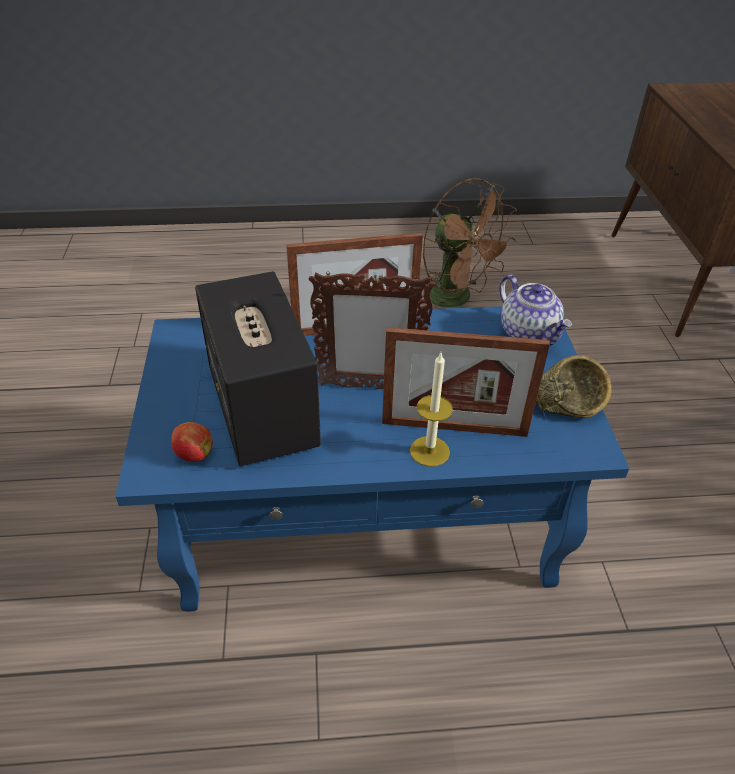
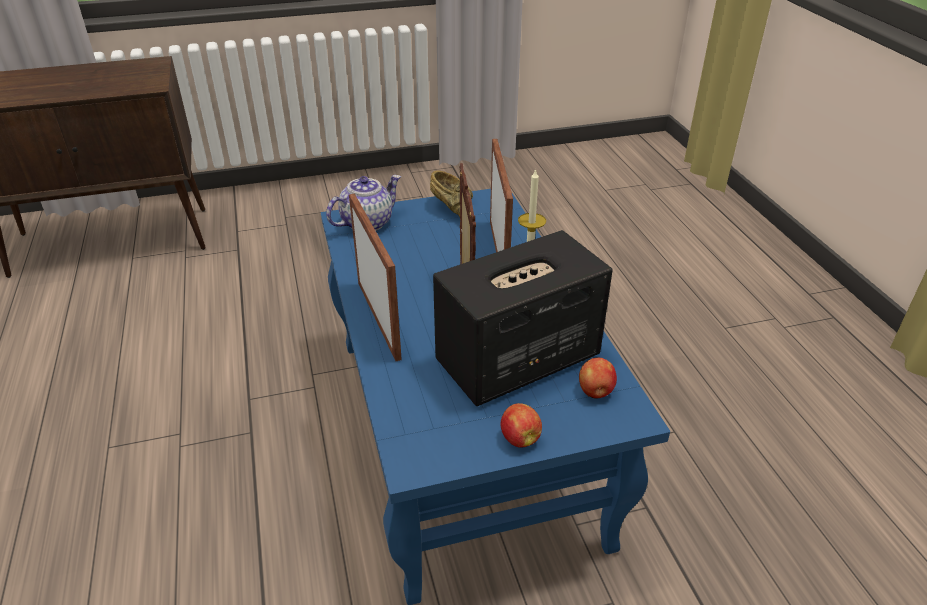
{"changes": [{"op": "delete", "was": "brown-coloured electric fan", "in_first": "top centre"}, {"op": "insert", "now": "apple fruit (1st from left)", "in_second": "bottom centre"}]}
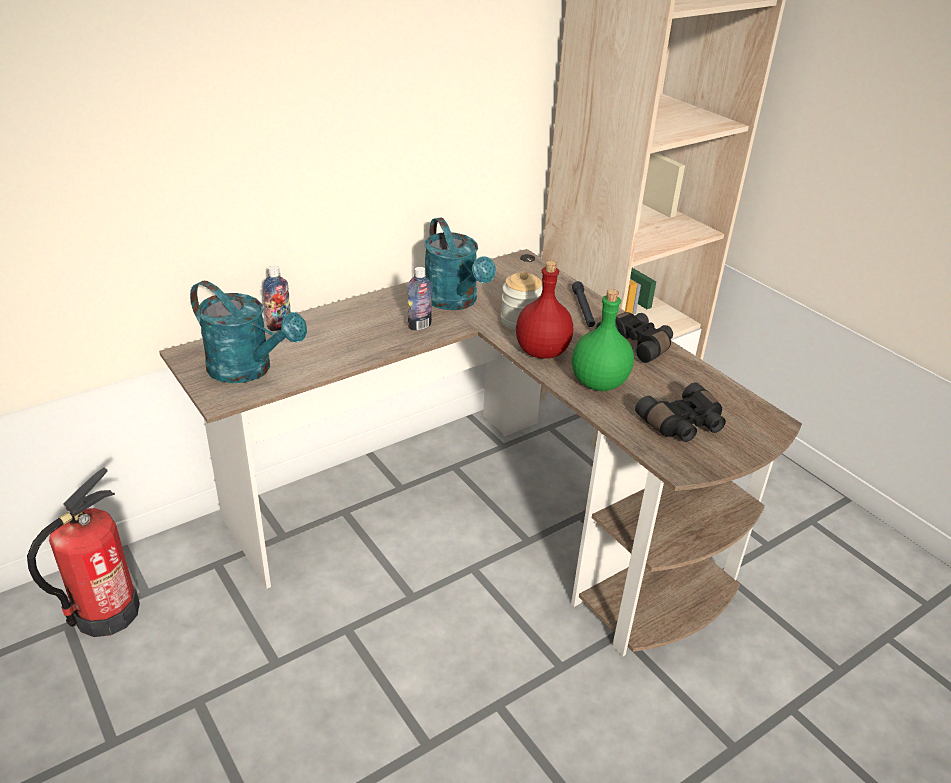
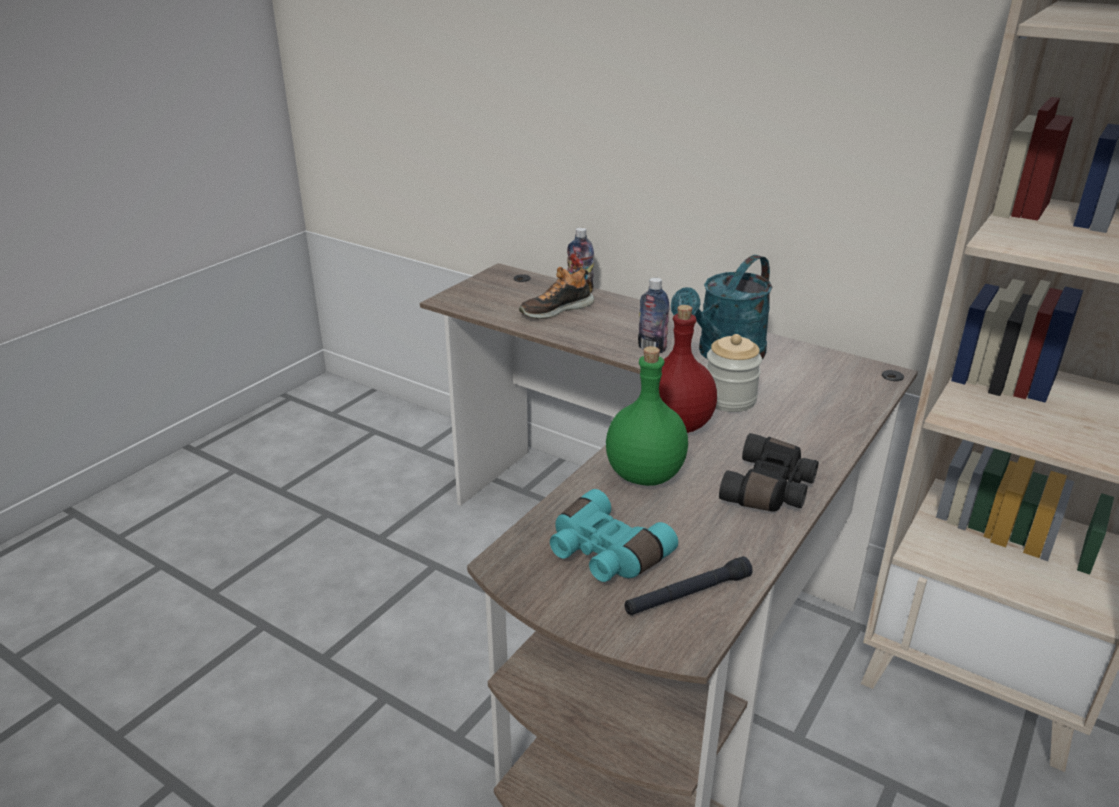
{"changes": [{"op": "delete", "was": "fire-fighting cylinder", "in_first": "bottom left"}, {"op": "delete", "was": "turquoise-coloured sprinkling can (1st from left)", "in_first": "middle left"}, {"op": "move", "was": "blackish hand torch", "in_first": "centre", "in_second": "bottom centre"}, {"op": "recolor", "was": "blackish binoculars (2nd from left)", "now": "turquoise-coloured binoculars", "in_first": "middle right", "in_second": "centre"}, {"op": "insert", "now": "low shoe", "in_second": "centre"}]}
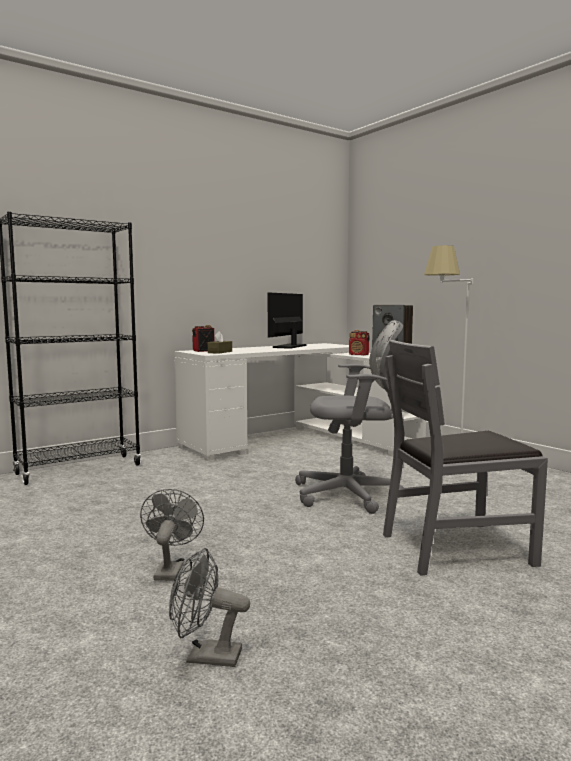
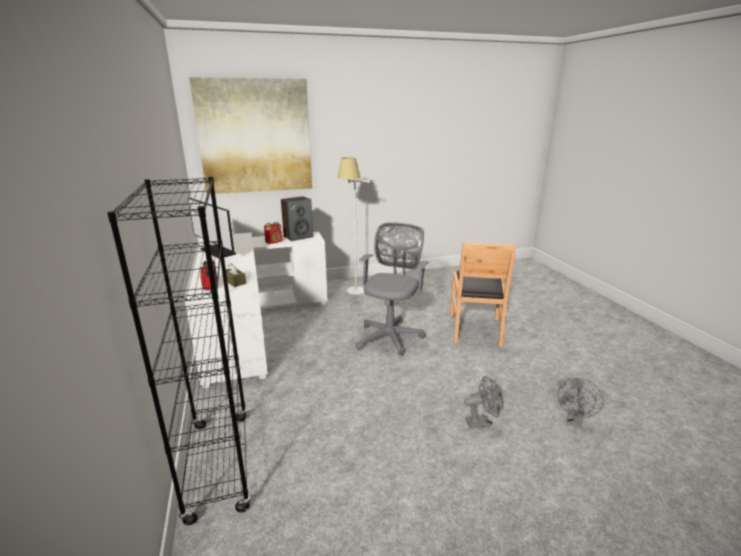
{"changes": [{"op": "rotate", "was": "gray electric fan (1st from left)", "in_first": "bottom left", "in_second": "bottom centre", "clockwise": 150}, {"op": "recolor", "was": "gray upright chair", "now": "brown-coloured upright chair", "in_first": "middle right", "in_second": "centre"}, {"op": "insert", "now": "wall picture", "in_second": "top centre"}]}
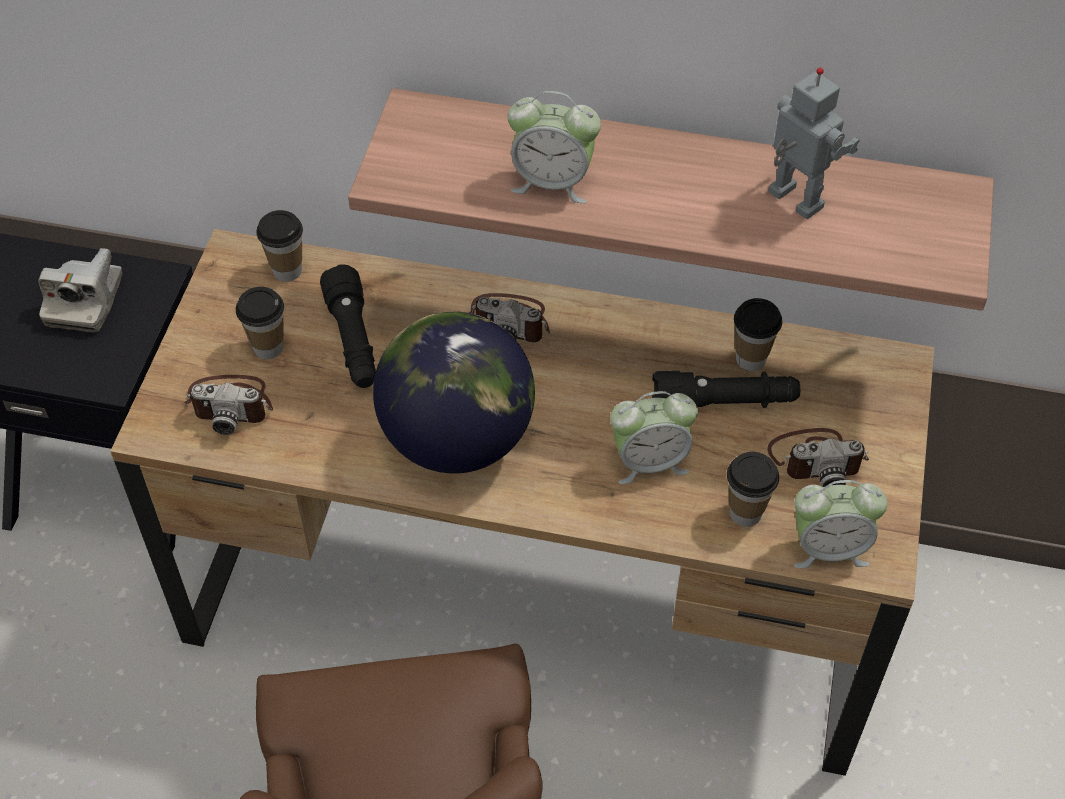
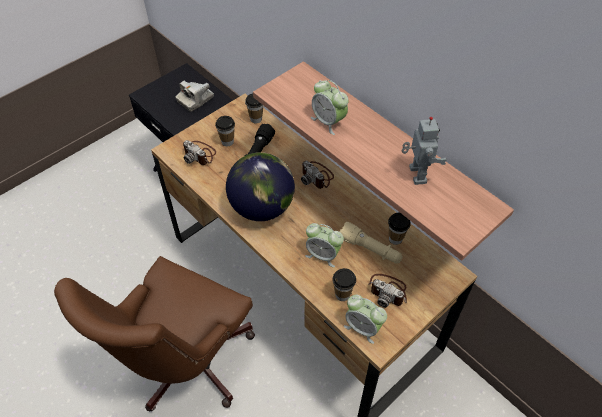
{"changes": [{"op": "recolor", "was": "blackish hand torch (2nd from left)", "now": "beige-coloured hand torch", "in_first": "middle right", "in_second": "centre"}]}
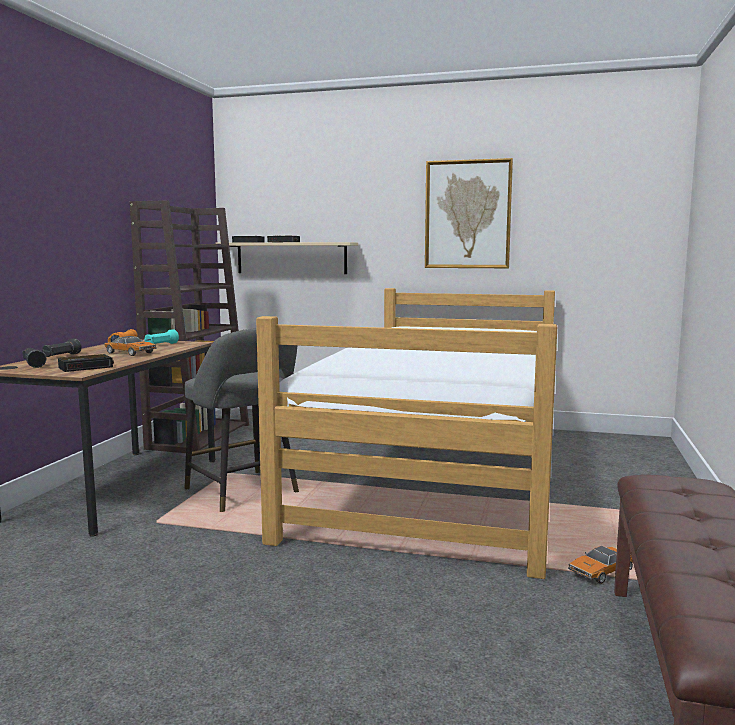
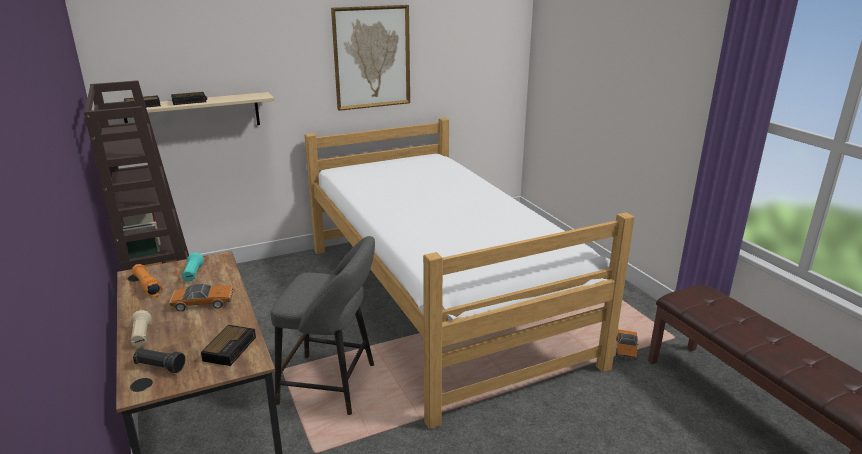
{"changes": [{"op": "recolor", "was": "blackish hand torch (2nd from left)", "now": "beige-coloured hand torch", "in_first": "middle left", "in_second": "bottom left"}]}
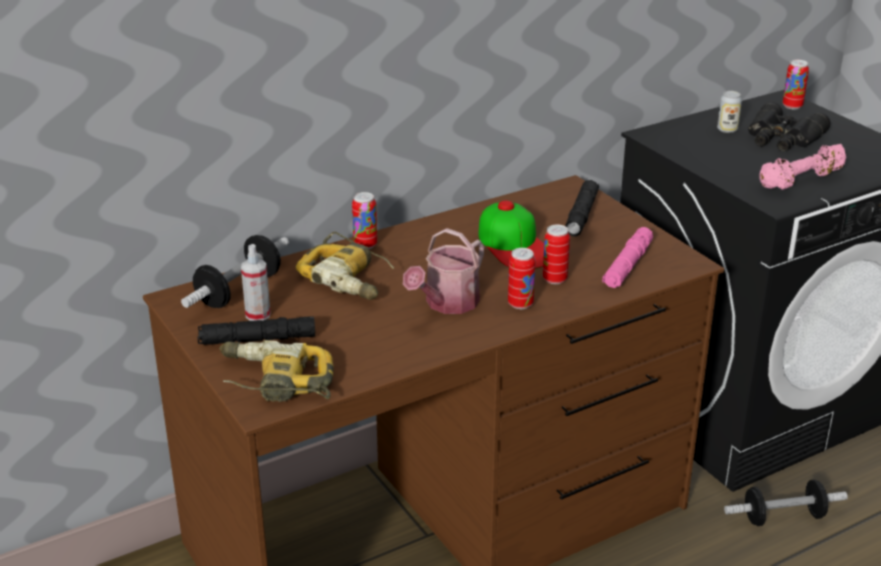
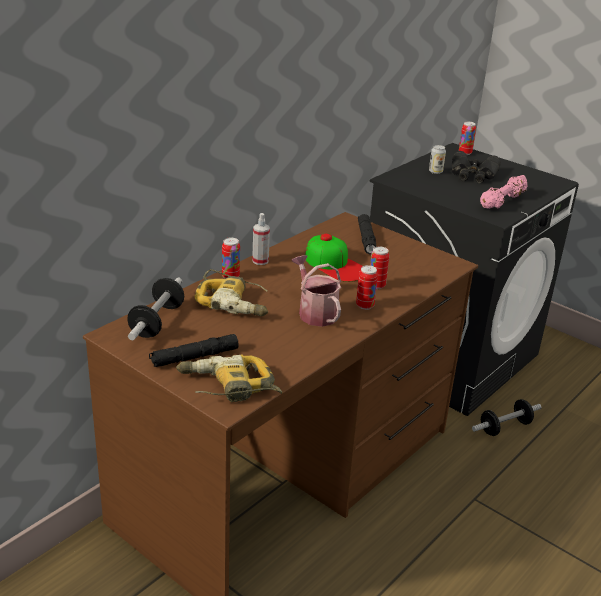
{"changes": [{"op": "move", "was": "sprayer", "in_first": "middle left", "in_second": "centre"}, {"op": "rotate", "was": "sprinkling can", "in_first": "centre", "in_second": "centre", "clockwise": 135}, {"op": "delete", "was": "pinkish hand torch", "in_first": "middle right"}]}
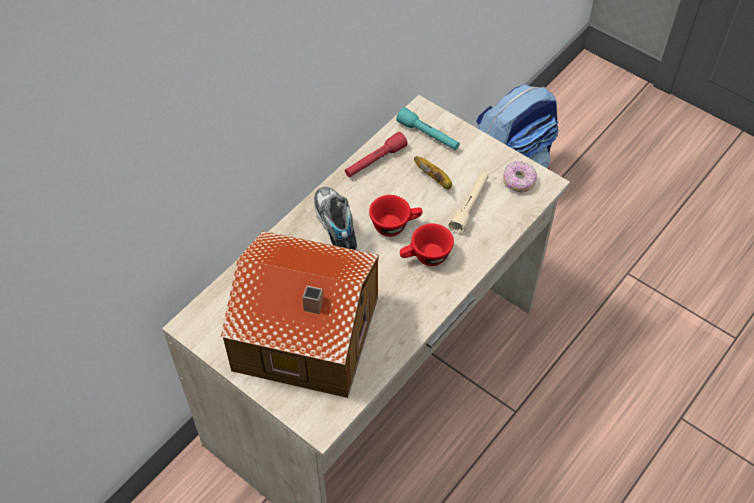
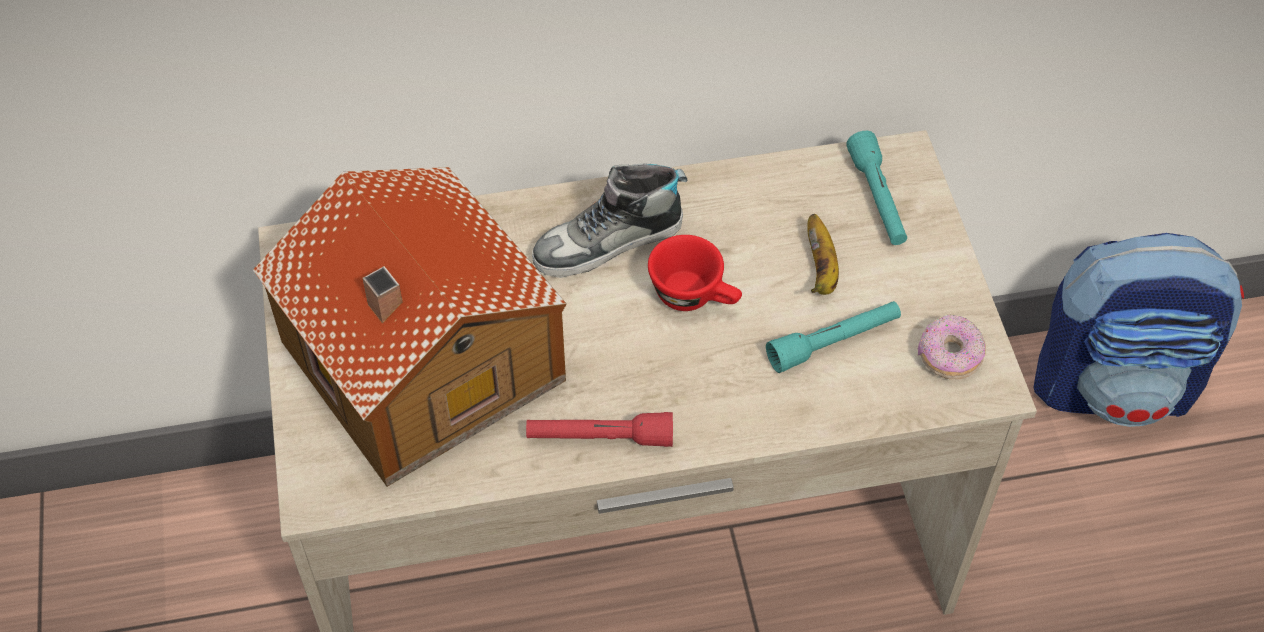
{"changes": [{"op": "rotate", "was": "low shoe", "in_first": "centre", "in_second": "centre", "clockwise": -135}, {"op": "move", "was": "reddish hand torch", "in_first": "top centre", "in_second": "bottom centre"}, {"op": "delete", "was": "reddish small cup (2nd from left)", "in_first": "centre"}, {"op": "recolor", "was": "beige-coloured hand torch", "now": "turquoise-coloured hand torch (1st from left)", "in_first": "centre", "in_second": "centre"}]}
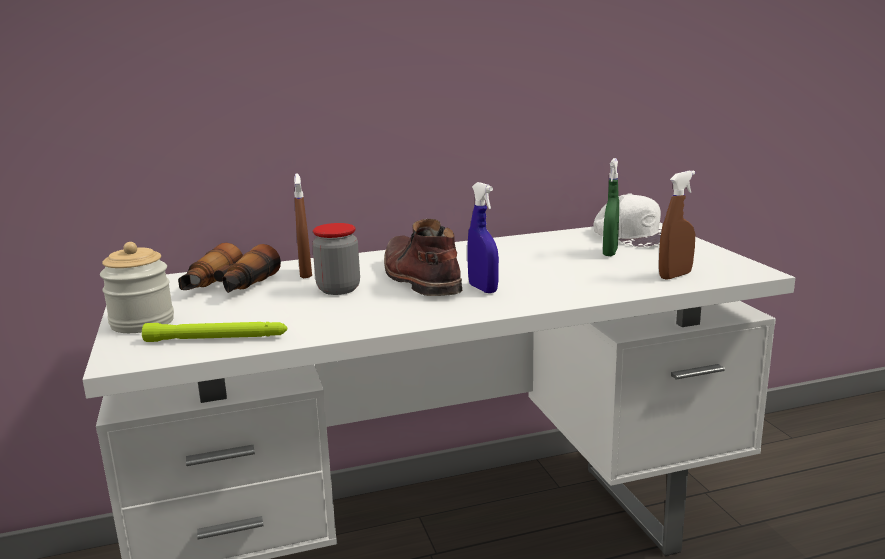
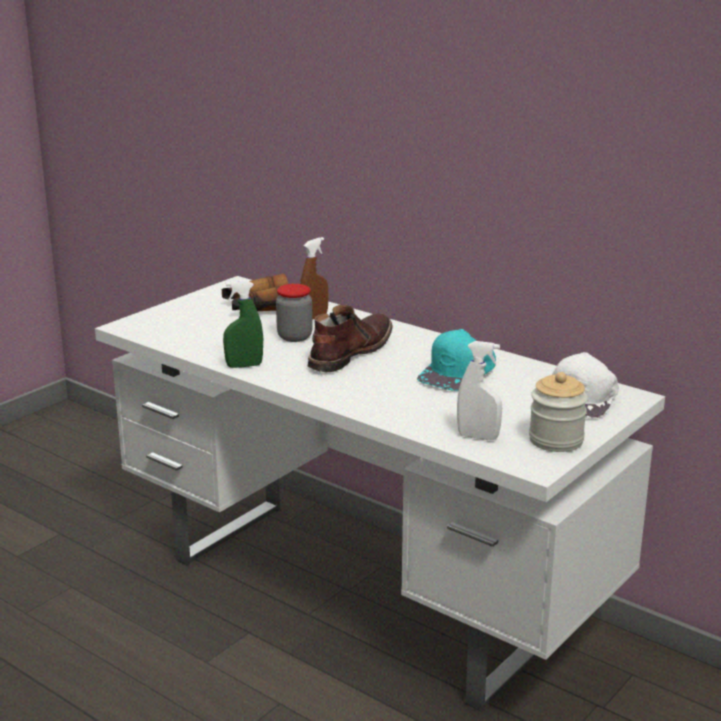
{"changes": [{"op": "move", "was": "storage jar (1st from left in the first image)", "now": "storage jar (2nd from left)", "in_first": "middle left", "in_second": "middle right"}, {"op": "delete", "was": "greenish hand torch", "in_first": "middle left"}, {"op": "delete", "was": "blue sprayer", "in_first": "centre"}, {"op": "move", "was": "greenish sprayer", "in_first": "middle right", "in_second": "centre"}, {"op": "recolor", "was": "brown-coloured sprayer (2nd from left)", "now": "white sprayer", "in_first": "middle right", "in_second": "centre"}, {"op": "insert", "now": "turquoise-coloured peaked cap", "in_second": "centre"}]}
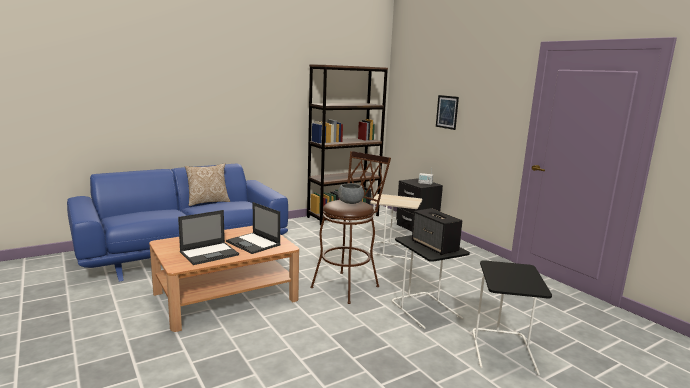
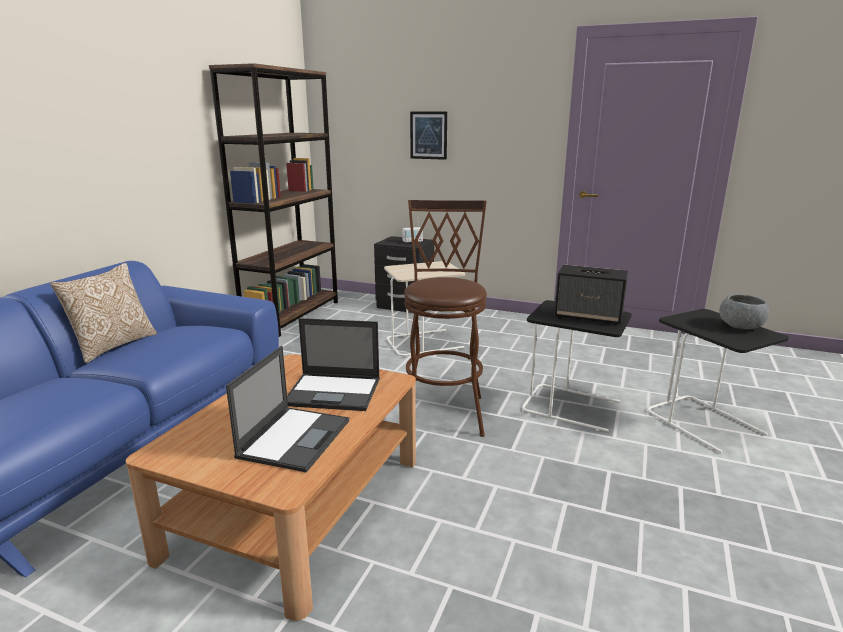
{"changes": [{"op": "move", "was": "gray serving bowl", "in_first": "centre", "in_second": "middle right"}]}
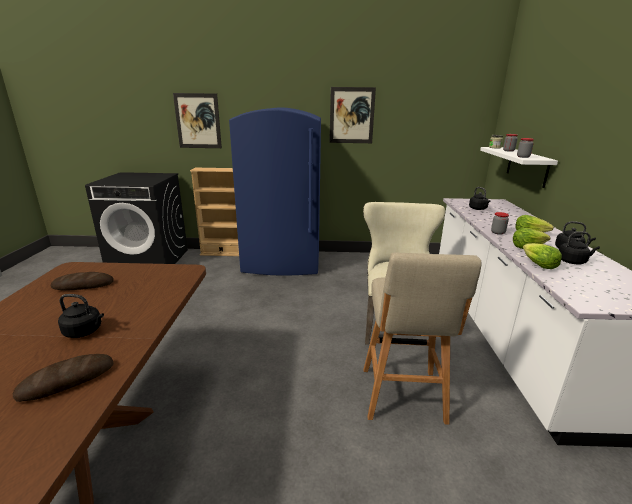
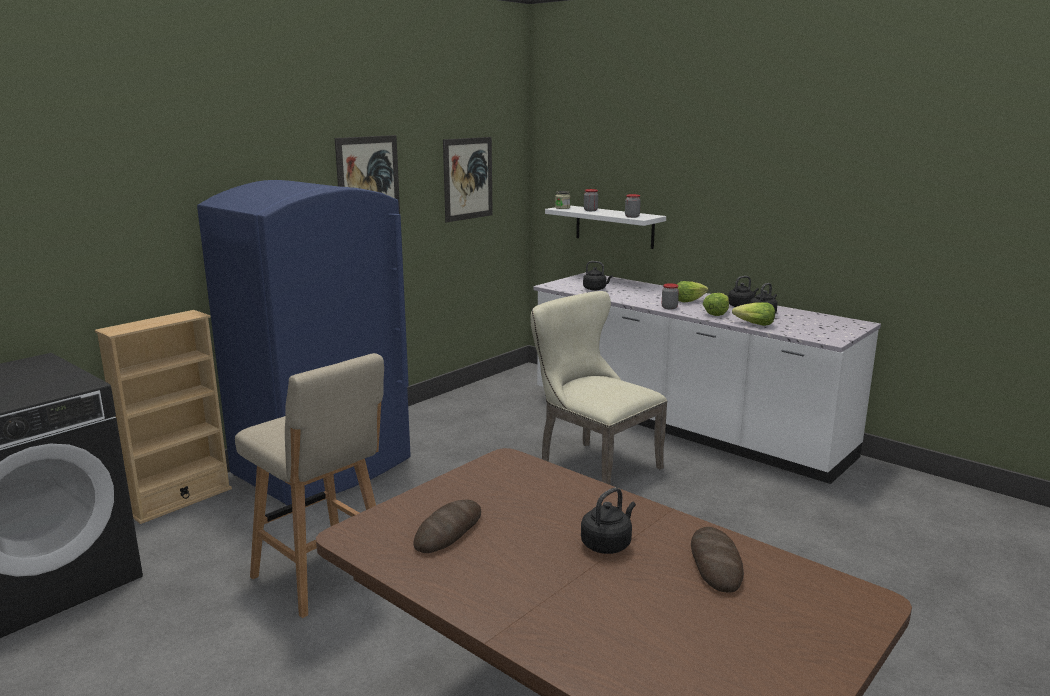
{"changes": [{"op": "move", "was": "wall picture (1st from left in the first image)", "now": "wall picture (2nd from left)", "in_first": "top left", "in_second": "top centre"}, {"op": "move", "was": "beige-coloured stool", "in_first": "bottom right", "in_second": "bottom left"}]}
